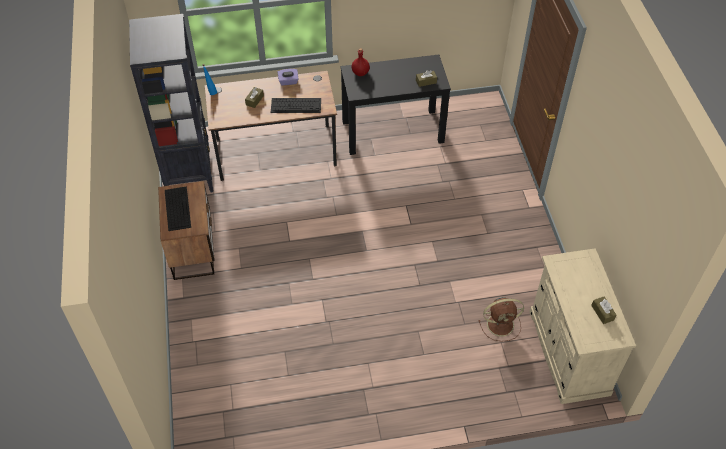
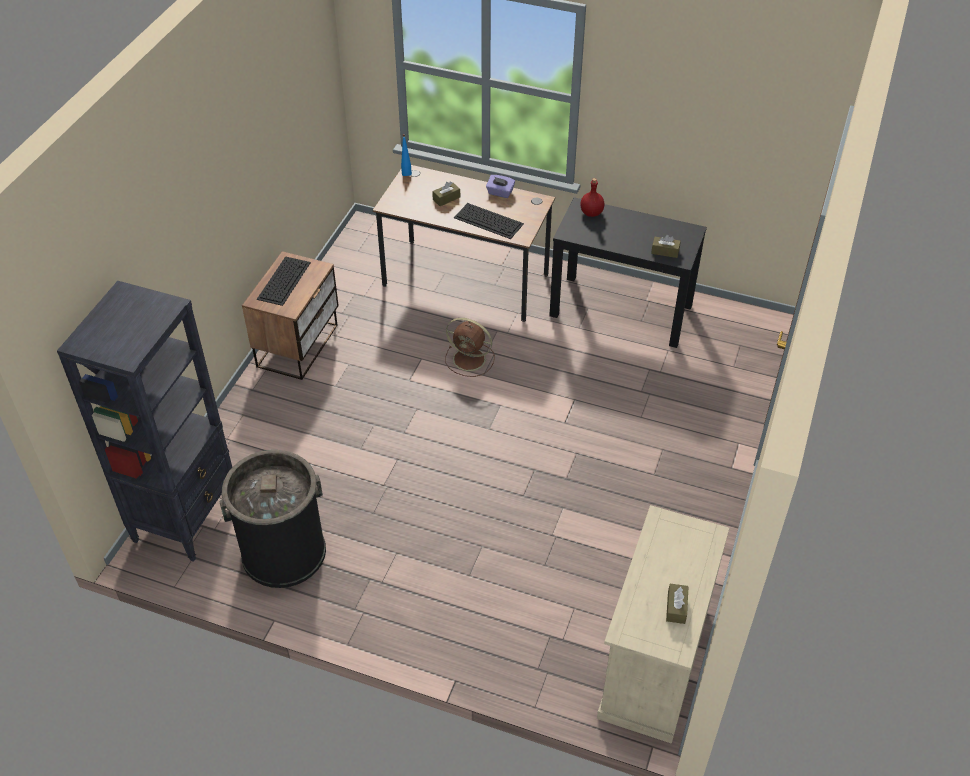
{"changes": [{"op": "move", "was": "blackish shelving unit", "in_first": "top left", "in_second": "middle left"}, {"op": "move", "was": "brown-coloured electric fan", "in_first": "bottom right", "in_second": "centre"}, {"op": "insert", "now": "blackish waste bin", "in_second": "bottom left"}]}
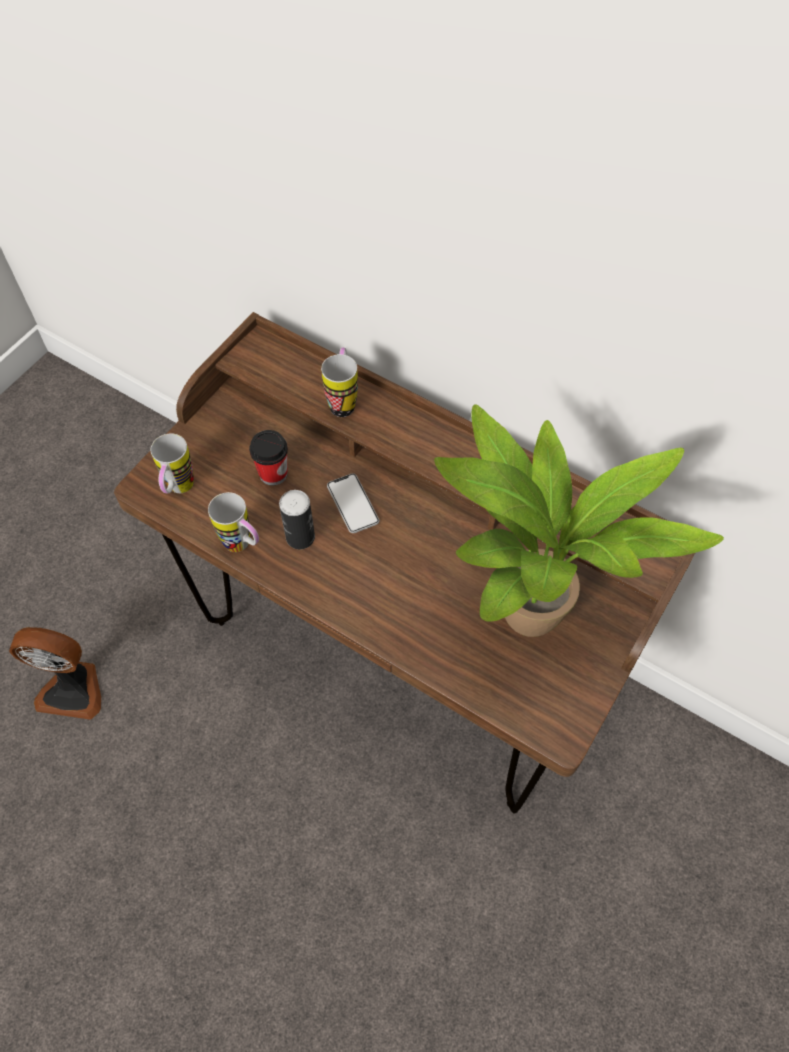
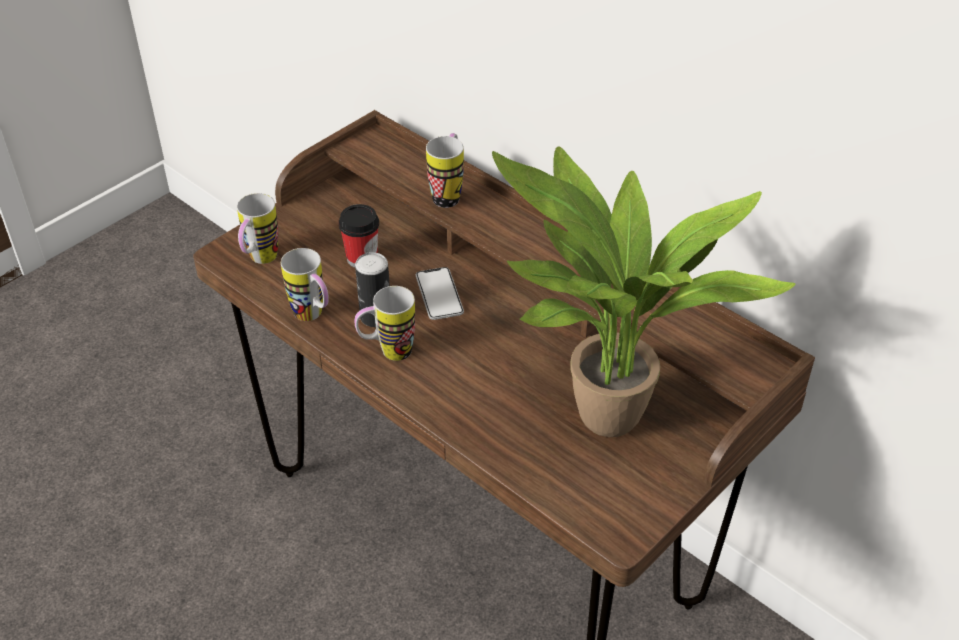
{"changes": [{"op": "delete", "was": "electric fan", "in_first": "middle left"}, {"op": "insert", "now": "tea mug (3rd from left)", "in_second": "centre"}]}
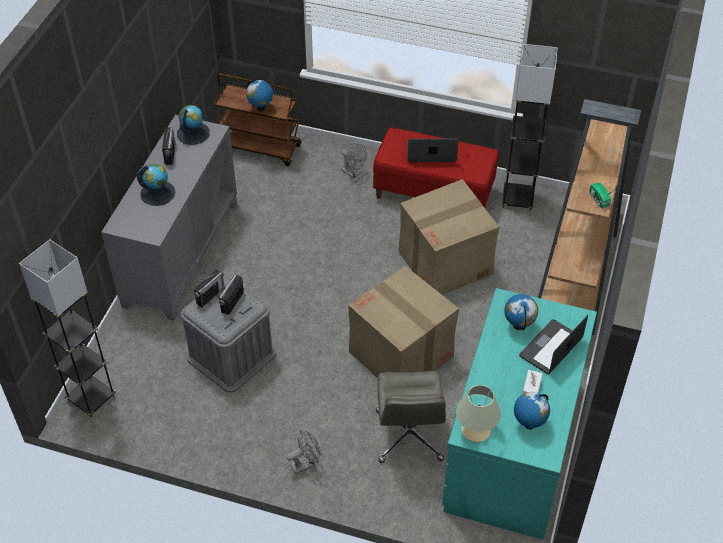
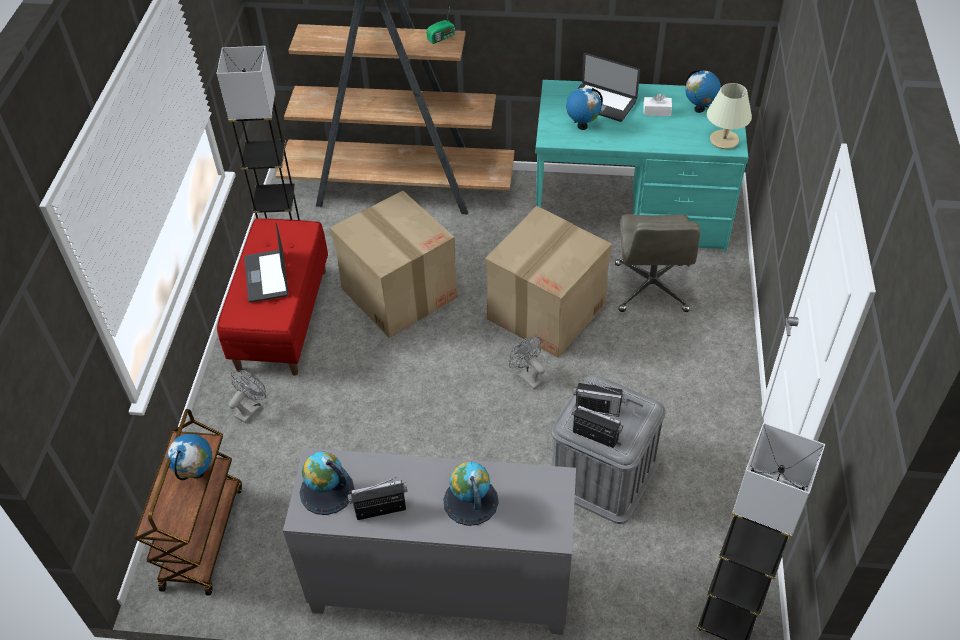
{"changes": [{"op": "move", "was": "gray electric fan (1st from left in the first image)", "now": "gray electric fan (2nd from left)", "in_first": "bottom centre", "in_second": "centre"}, {"op": "rotate", "was": "gray computer chair", "in_first": "bottom centre", "in_second": "middle right", "clockwise": 105}]}
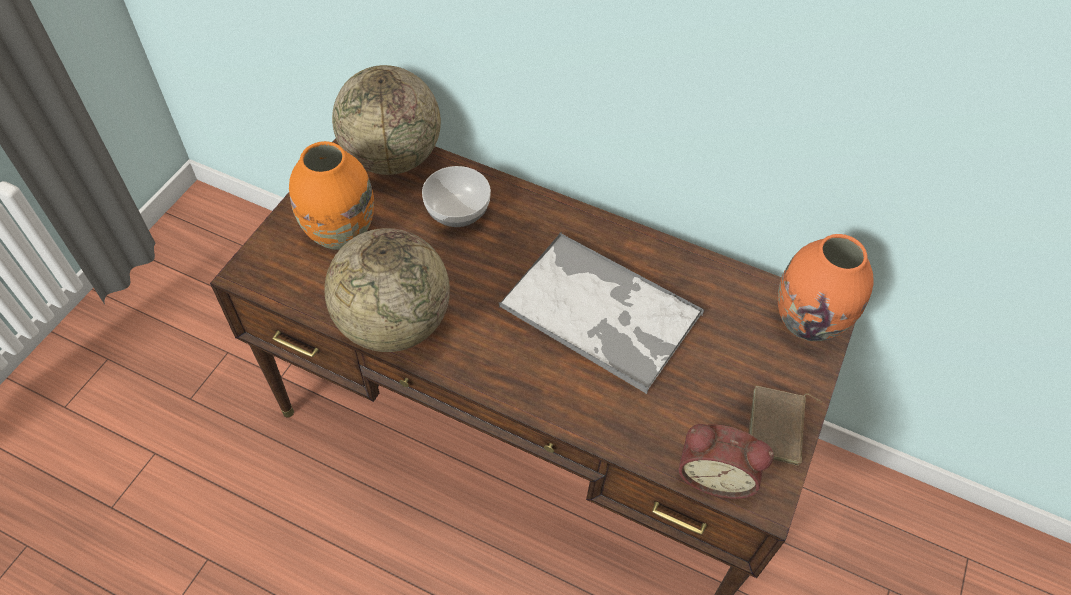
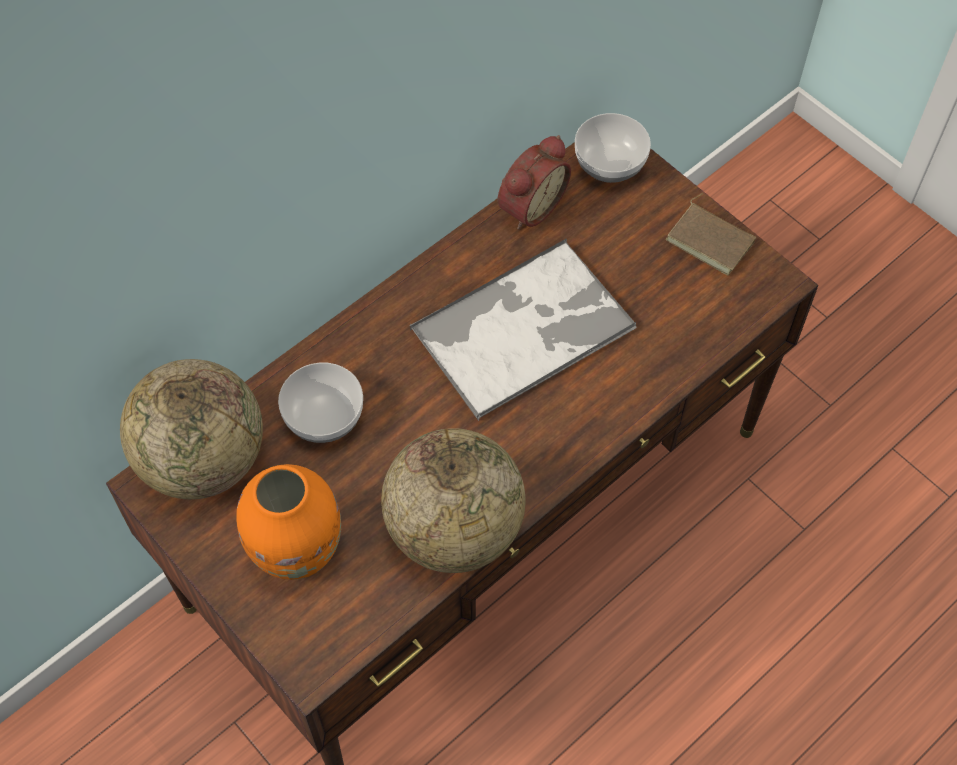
{"changes": [{"op": "move", "was": "table clock", "in_first": "bottom right", "in_second": "top centre"}, {"op": "replace", "was": "orangey decorative vase (2nd from left)", "now": "serving bowl (2nd from left)", "in_first": "middle right", "in_second": "top centre"}]}
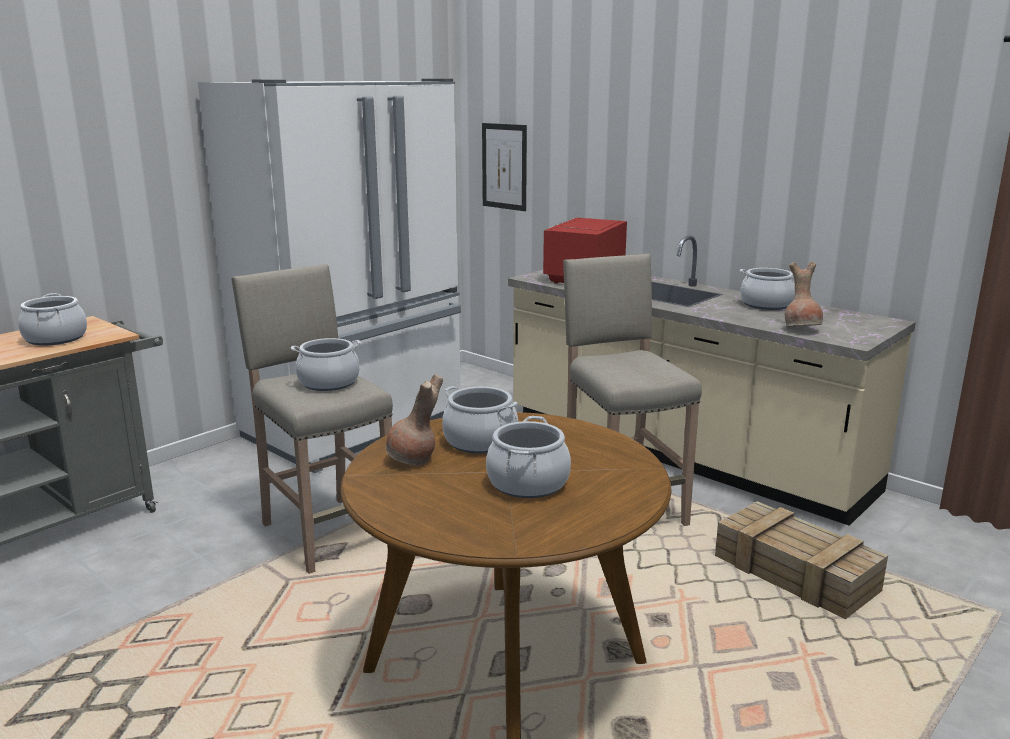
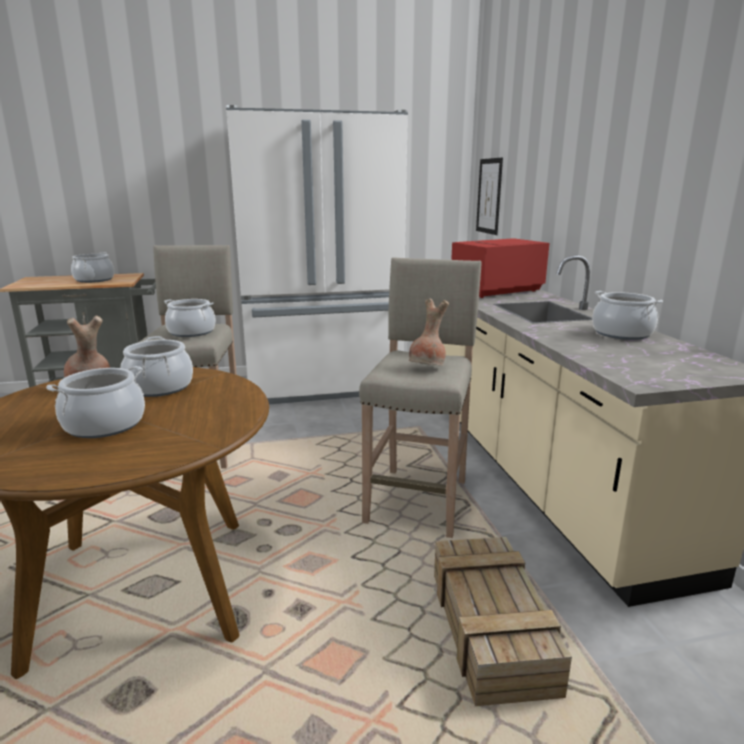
{"changes": [{"op": "move", "was": "brown-coloured decorative vase (2nd from left)", "in_first": "middle right", "in_second": "centre"}]}
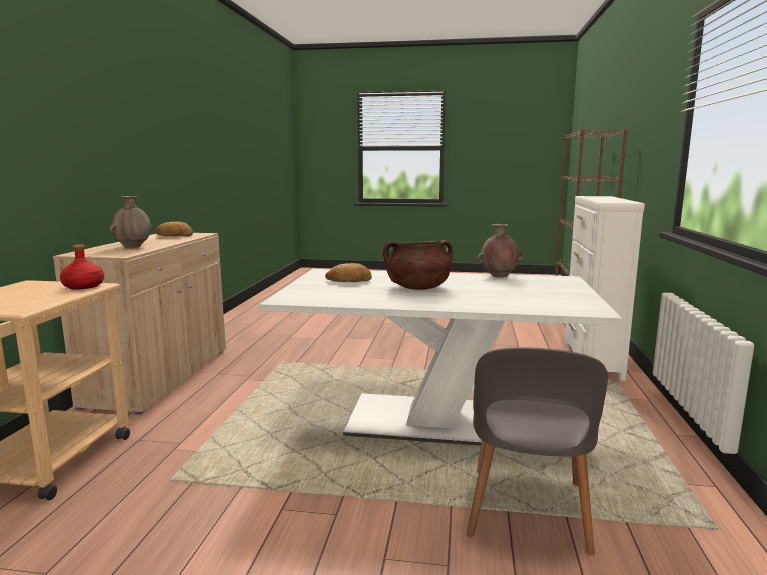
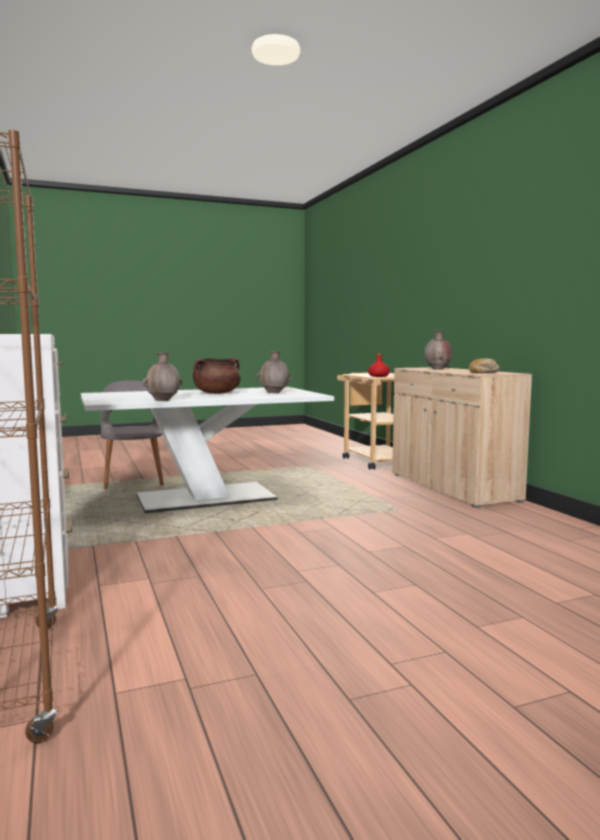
{"changes": [{"op": "replace", "was": "bakery bread (2nd from left)", "now": "brown-coloured decorative vase (2nd from left)", "in_first": "centre", "in_second": "centre"}]}
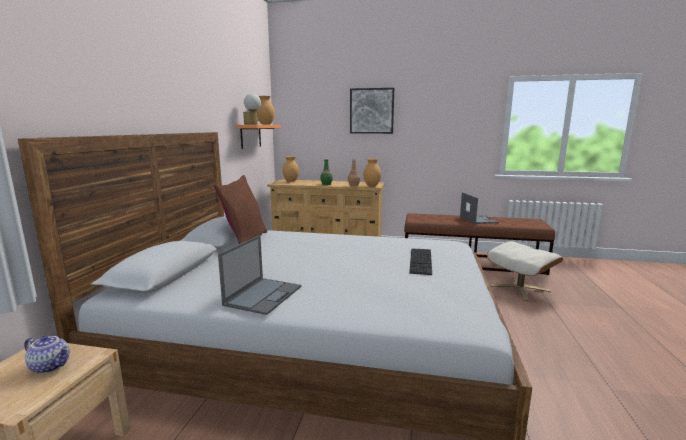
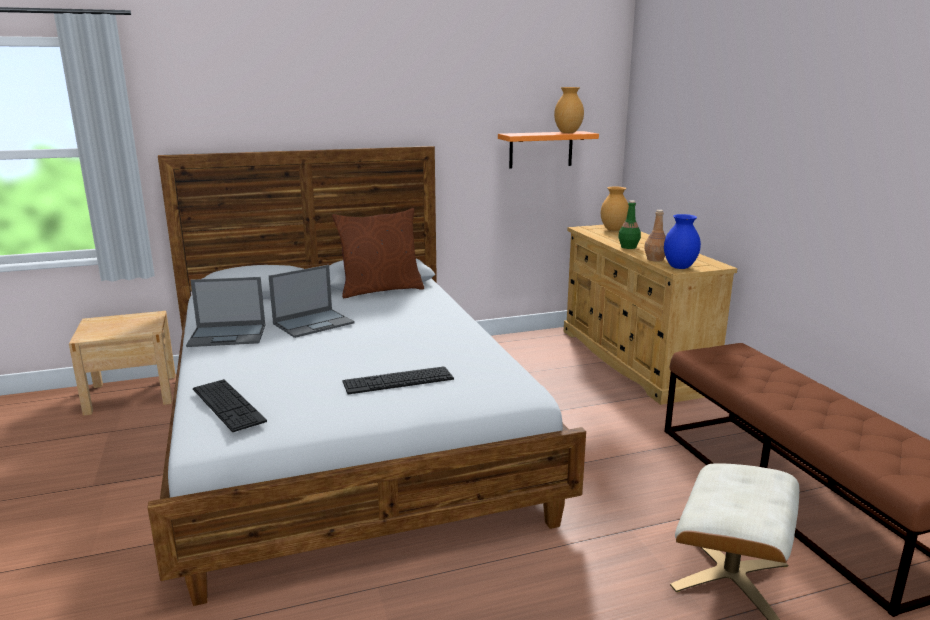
{"changes": [{"op": "delete", "was": "pot for tea", "in_first": "bottom left"}, {"op": "delete", "was": "lamp for a table", "in_first": "top centre"}, {"op": "delete", "was": "wall picture", "in_first": "top centre"}, {"op": "recolor", "was": "brown-coloured decorative vase (3rd from left)", "now": "blue decorative vase", "in_first": "centre", "in_second": "middle right"}, {"op": "move", "was": "notebook computer (2nd from left)", "in_first": "middle right", "in_second": "centre"}, {"op": "insert", "now": "PC keyboard (1st from left)", "in_second": "middle left"}]}
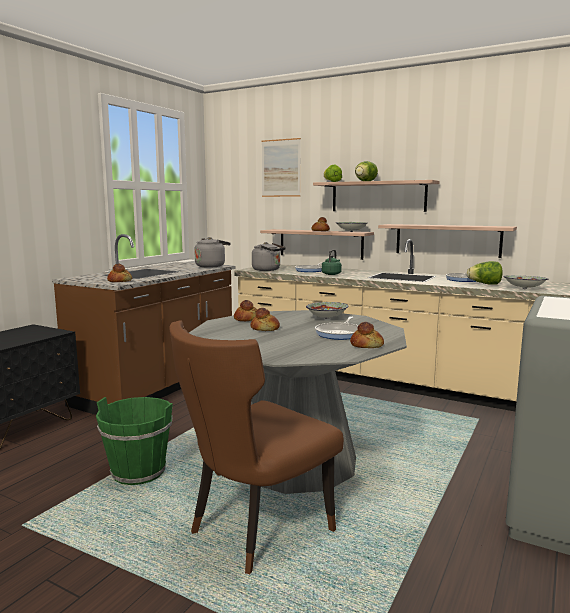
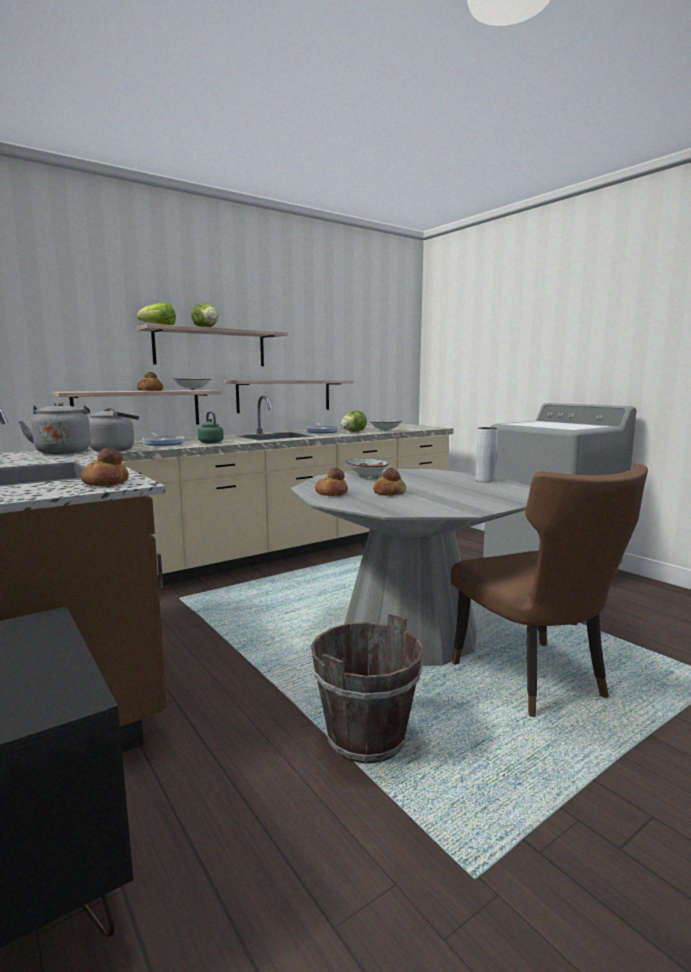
{"changes": [{"op": "recolor", "was": "greenish water bucket", "now": "brown-coloured water bucket", "in_first": "bottom left", "in_second": "bottom centre"}, {"op": "delete", "was": "wall picture", "in_first": "top centre"}, {"op": "delete", "was": "frying pan (2nd from left)", "in_first": "centre"}, {"op": "replace", "was": "bakery bread (5th from left)", "now": "gray decorative vase", "in_first": "centre", "in_second": "middle right"}]}
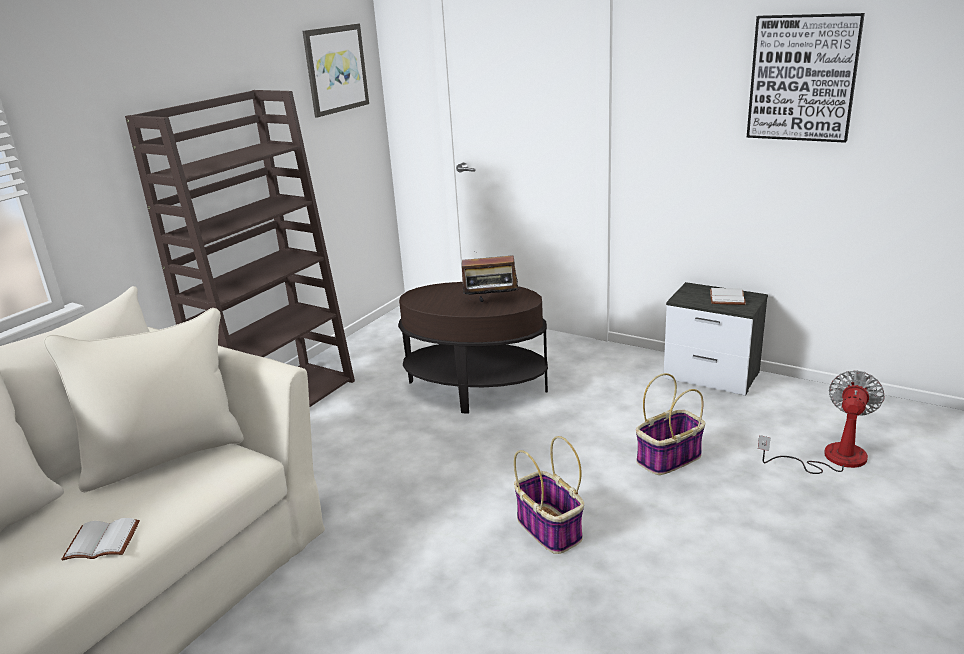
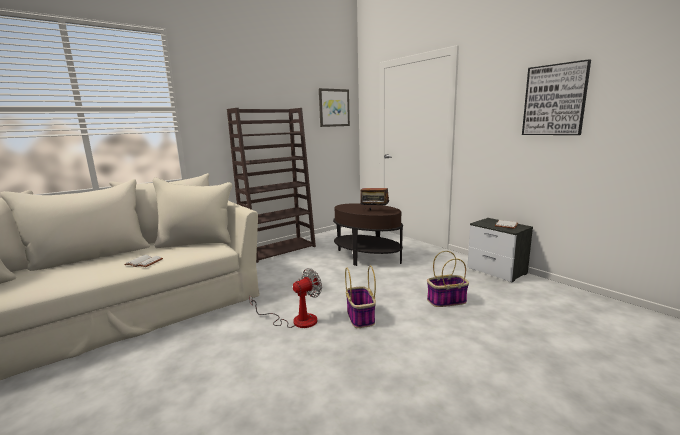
{"changes": [{"op": "move", "was": "electric fan", "in_first": "middle right", "in_second": "bottom centre"}]}
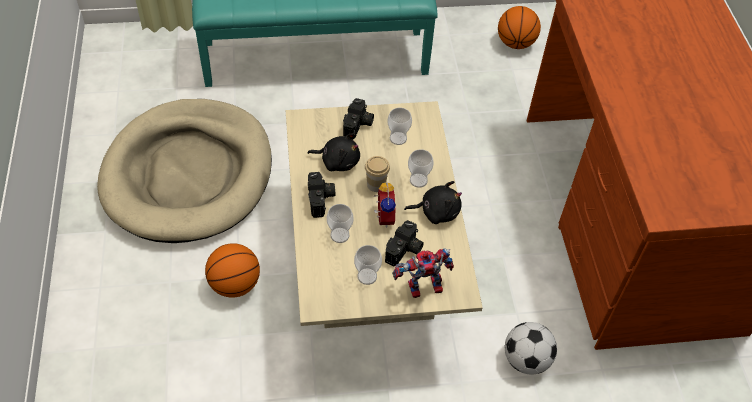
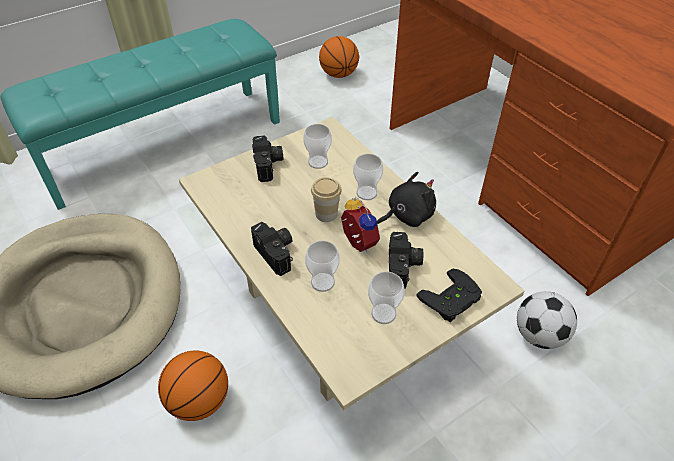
{"changes": [{"op": "delete", "was": "blackish soft toy (1st from left)", "in_first": "centre"}, {"op": "replace", "was": "robot figure", "now": "blackish game controller", "in_first": "bottom centre", "in_second": "centre"}]}
